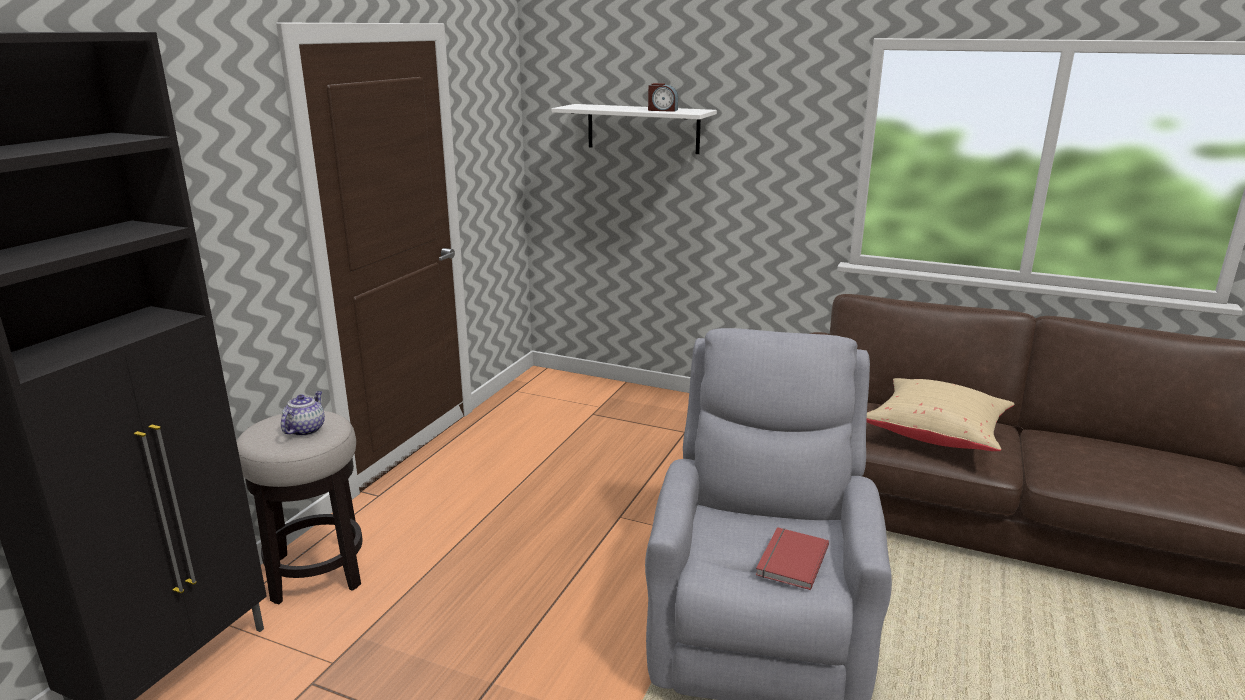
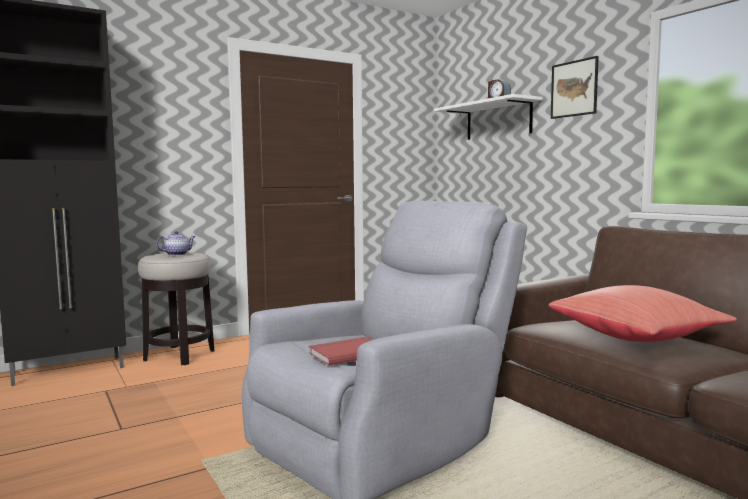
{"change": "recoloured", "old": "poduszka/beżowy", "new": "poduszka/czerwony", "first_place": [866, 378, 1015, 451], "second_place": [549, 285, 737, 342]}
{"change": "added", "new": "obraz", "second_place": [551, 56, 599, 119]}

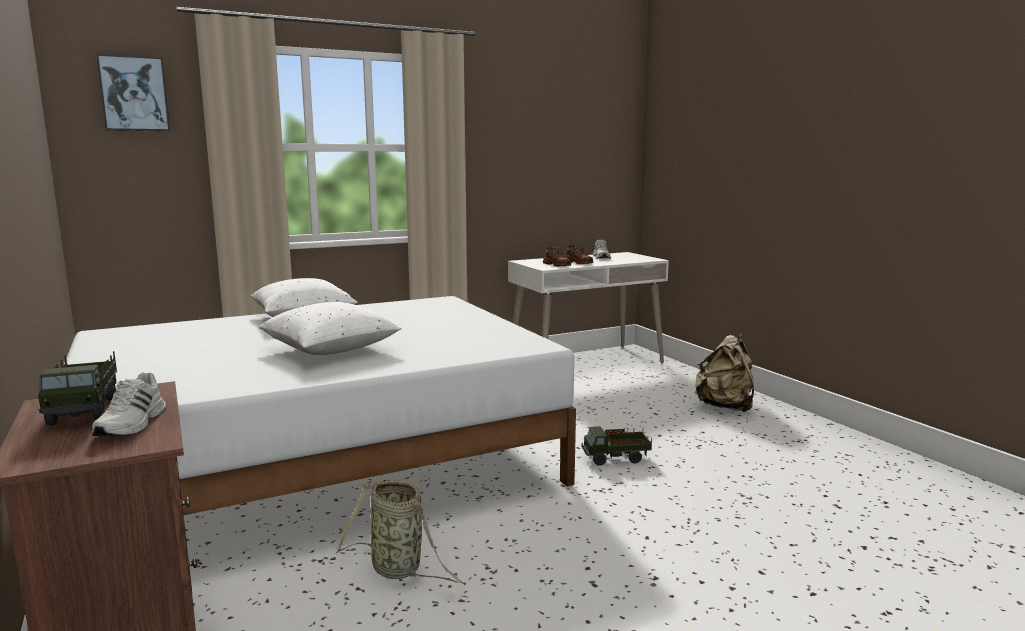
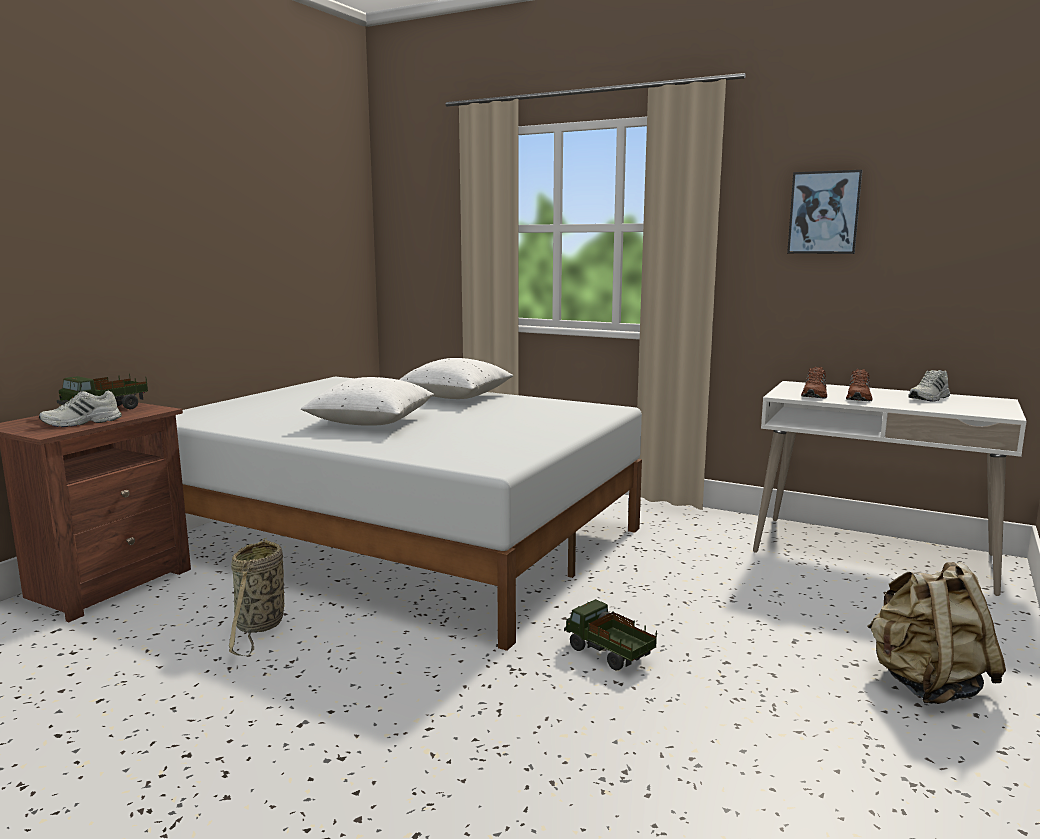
{"change": "moved", "old": "obraz", "first_place": [96, 53, 170, 131], "second_place": [787, 170, 863, 254]}

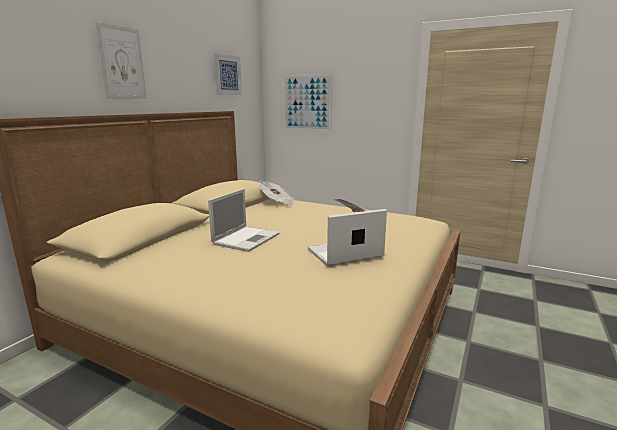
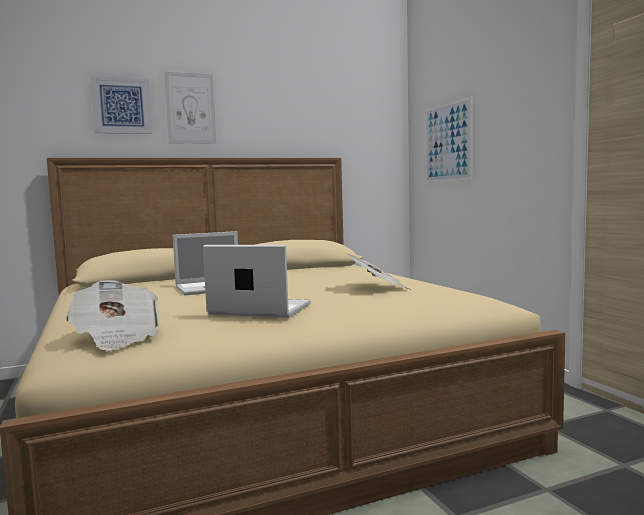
{"change": "moved", "old": "gazeta", "first_place": [259, 181, 295, 206], "second_place": [66, 280, 160, 351]}
{"change": "moved", "old": "obraz", "first_place": [214, 53, 242, 95], "second_place": [90, 76, 152, 134]}

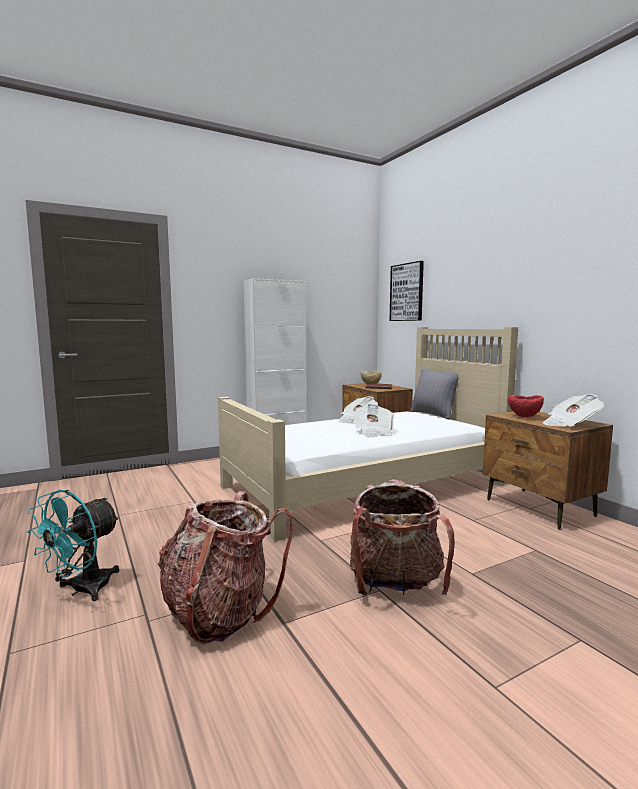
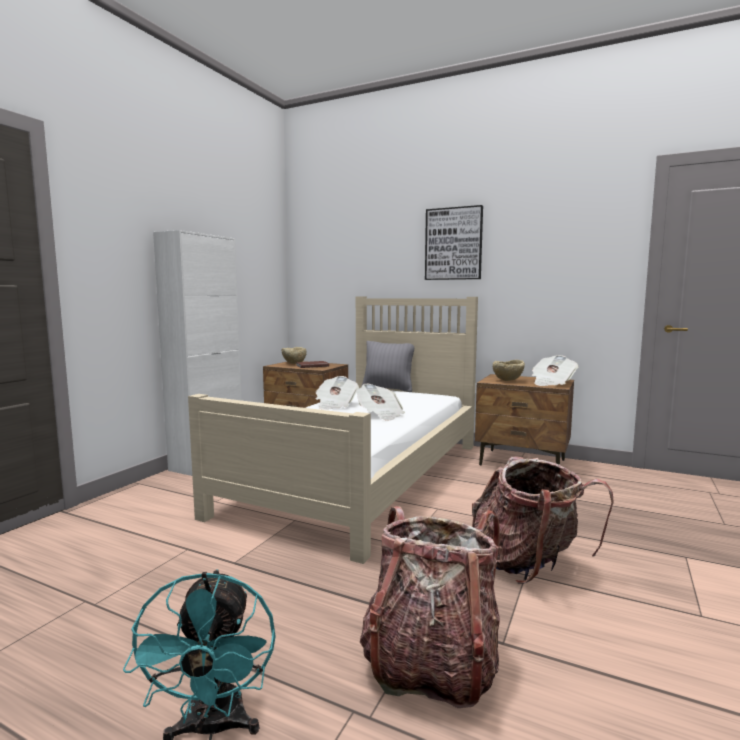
{"change": "moved", "old": "obraz", "first_place": [390, 261, 424, 321], "second_place": [425, 205, 483, 280]}
{"change": "recoloured", "old": "miska/czerwony", "new": "miska/beżowy", "first_place": [508, 395, 544, 417], "second_place": [493, 360, 525, 381]}

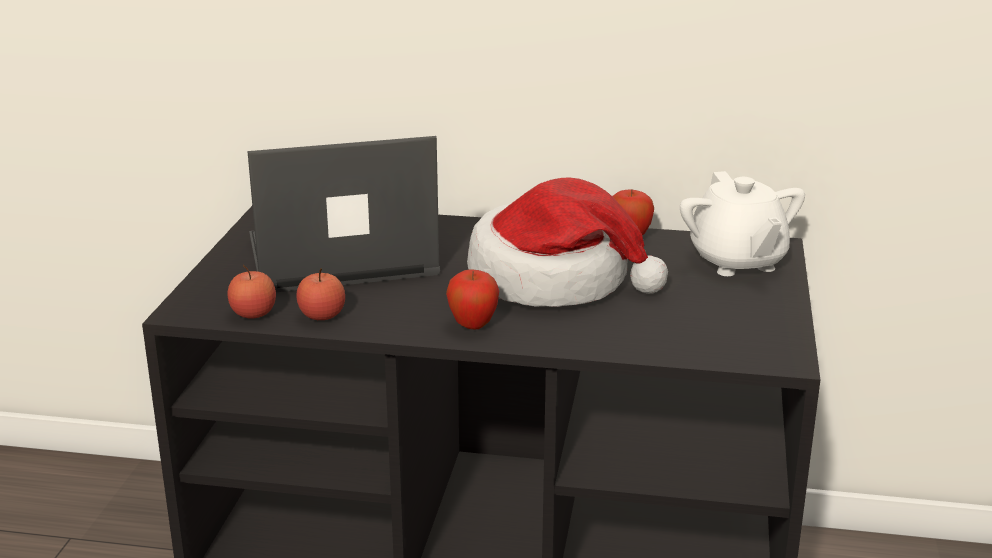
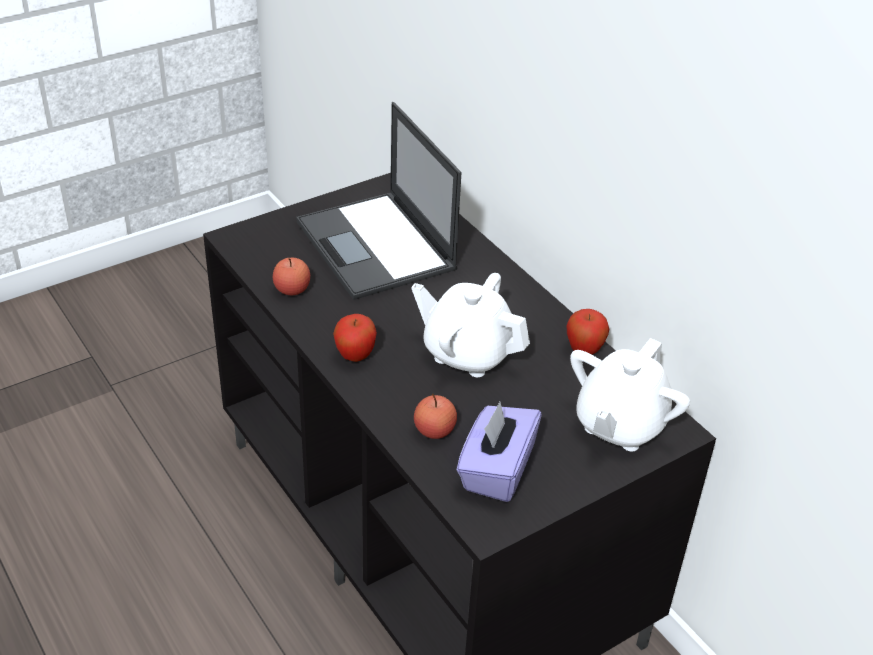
{"change": "turned", "old": "laptop", "first_place": [247, 136, 440, 292], "second_place": [296, 102, 462, 300], "degrees": -150}
{"change": "replaced", "old": "kapelusz", "new": "imbryk/biały", "first_place": [467, 177, 668, 307], "second_place": [411, 273, 530, 377]}
{"change": "moved", "old": "jabłko", "first_place": [228, 265, 276, 318], "second_place": [414, 394, 457, 439]}
{"change": "added", "new": "pudełko chusteczek/fioletowy", "second_place": [457, 402, 542, 502]}

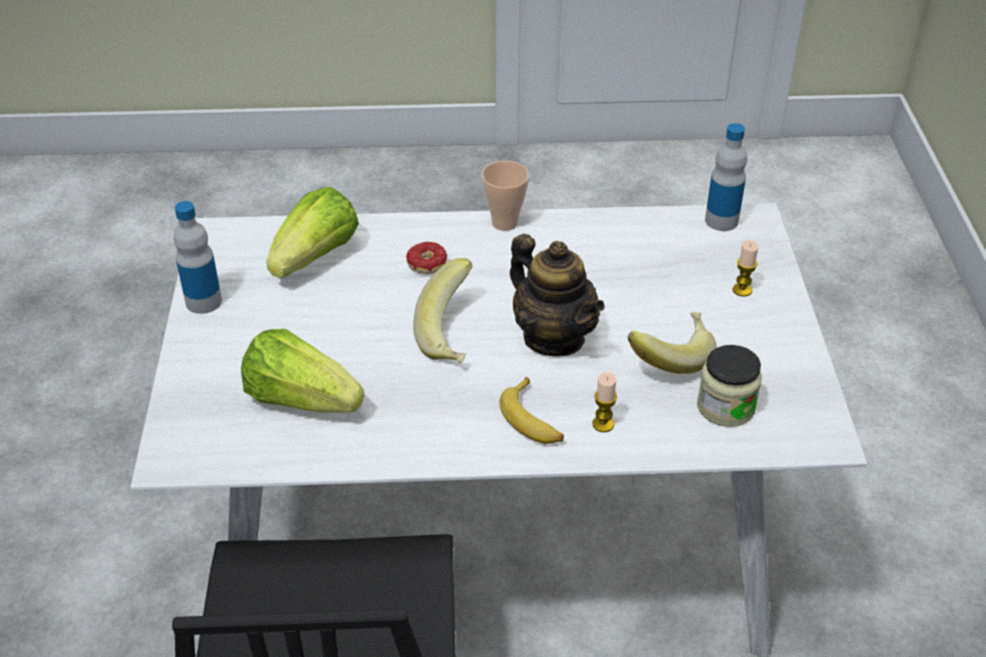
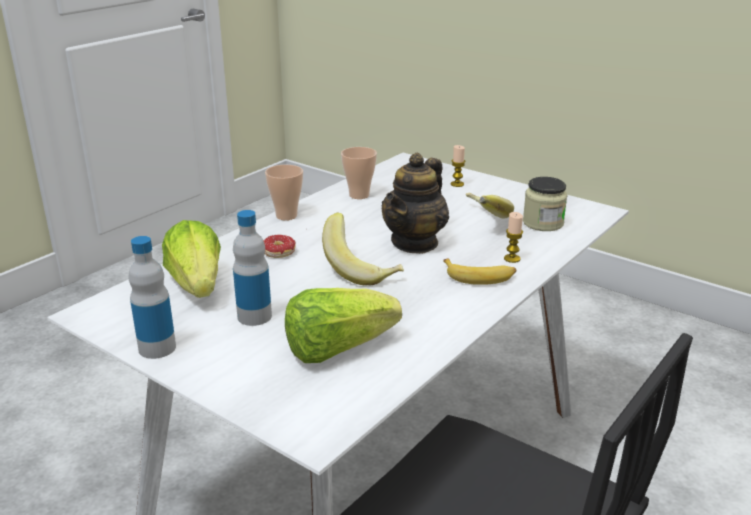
{"change": "moved", "old": "butelka", "first_place": [705, 123, 747, 231], "second_place": [233, 210, 272, 326]}
{"change": "added", "new": "filiżanka", "second_place": [341, 147, 377, 199]}
{"change": "turned", "old": "imbryk", "first_place": [510, 234, 605, 357], "second_place": [381, 153, 449, 254], "degrees": 120}

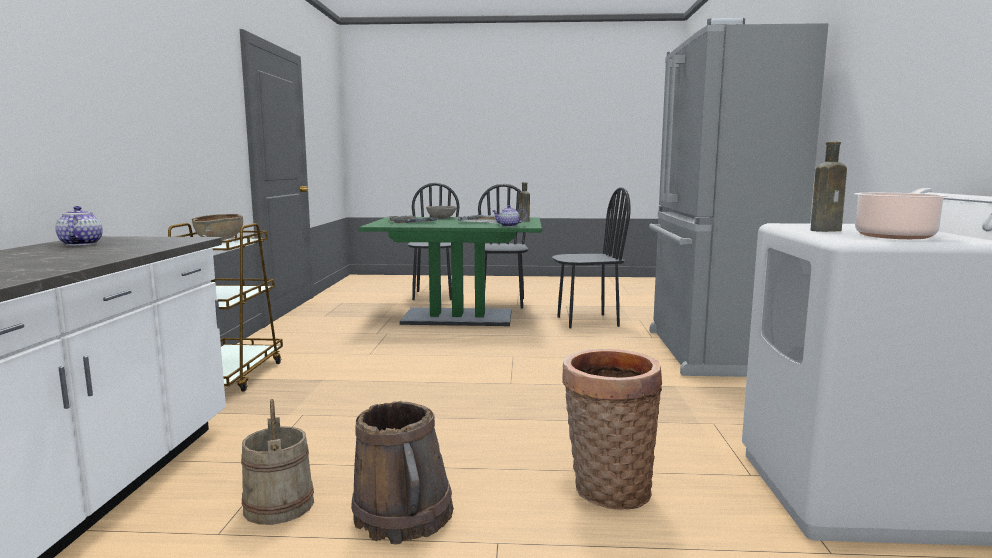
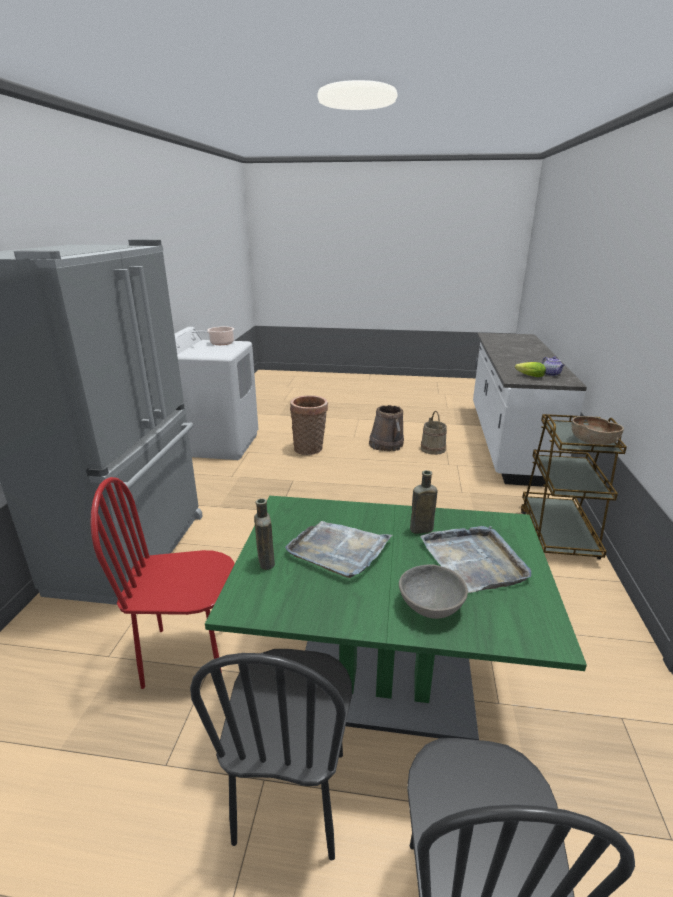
{"change": "recoloured", "old": "krzesło/czarny", "new": "krzesło/czerwony", "first_place": [552, 187, 631, 328], "second_place": [90, 477, 235, 689]}
{"change": "moved", "old": "butelka/brązowy", "first_place": [810, 142, 847, 232], "second_place": [410, 470, 437, 534]}
{"change": "added", "new": "sałata", "second_place": [515, 362, 546, 377]}
{"change": "removed", "old": "imbryk", "first_place": [493, 205, 527, 227]}

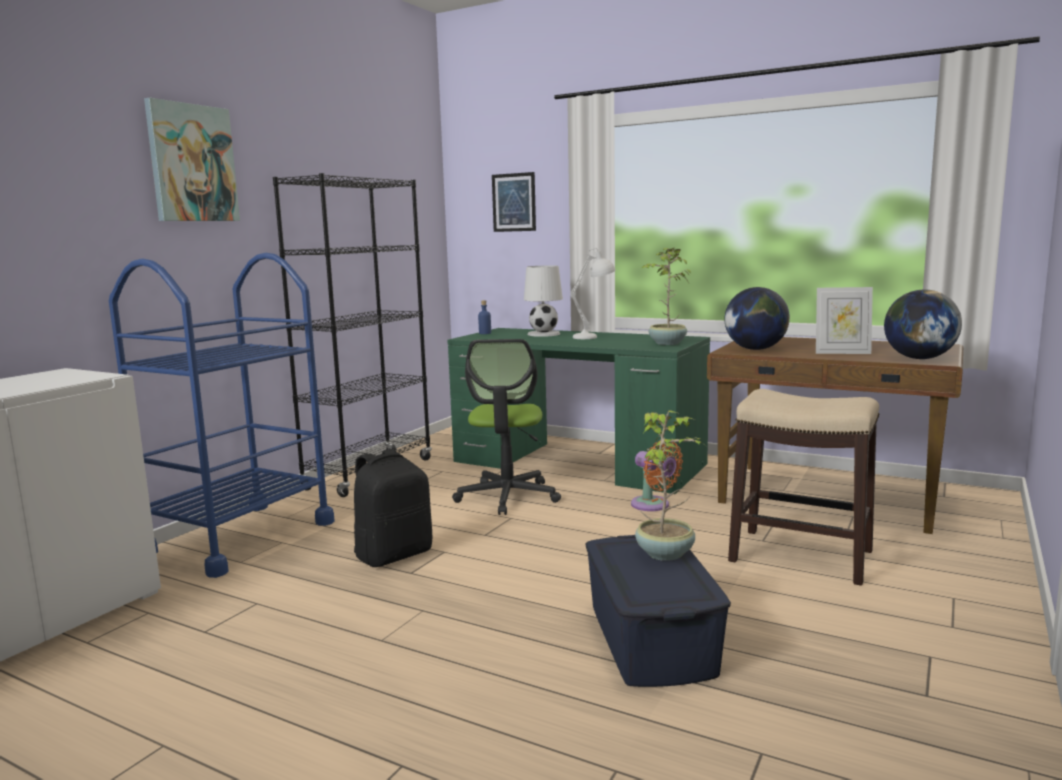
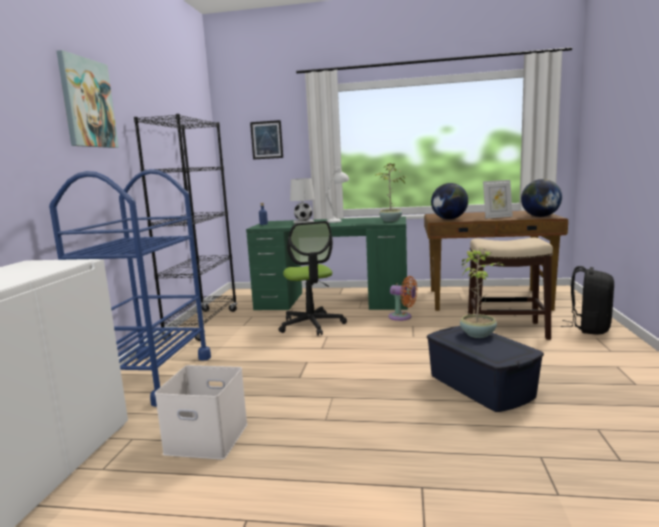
{"change": "added", "new": "pojemnik do przechowywania/biały", "second_place": [155, 365, 248, 460]}
{"change": "moved", "old": "plecak/czarny", "first_place": [354, 449, 432, 567], "second_place": [561, 266, 614, 335]}

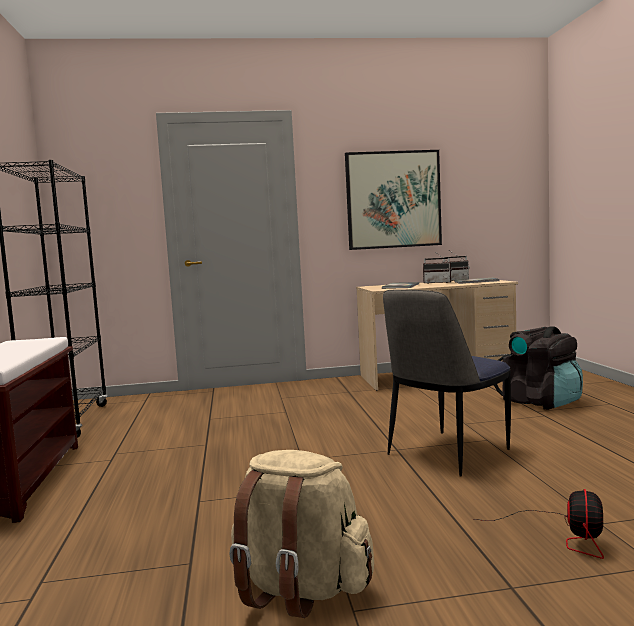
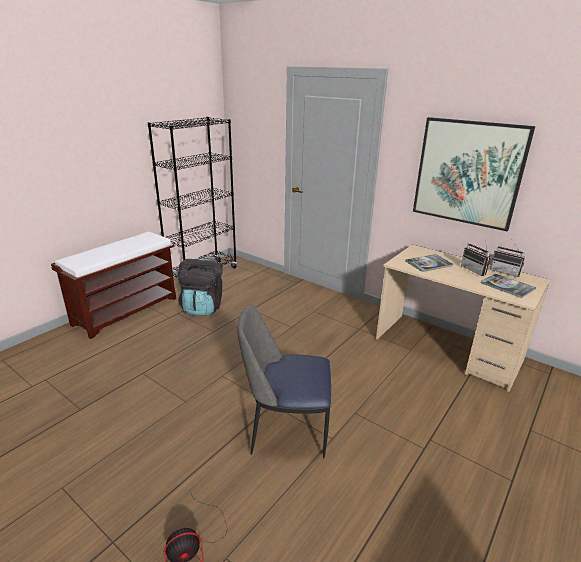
{"change": "moved", "old": "plecak/czarny", "first_place": [494, 326, 583, 410], "second_place": [178, 259, 223, 316]}
{"change": "removed", "old": "plecak/beżowy", "first_place": [229, 450, 374, 618]}

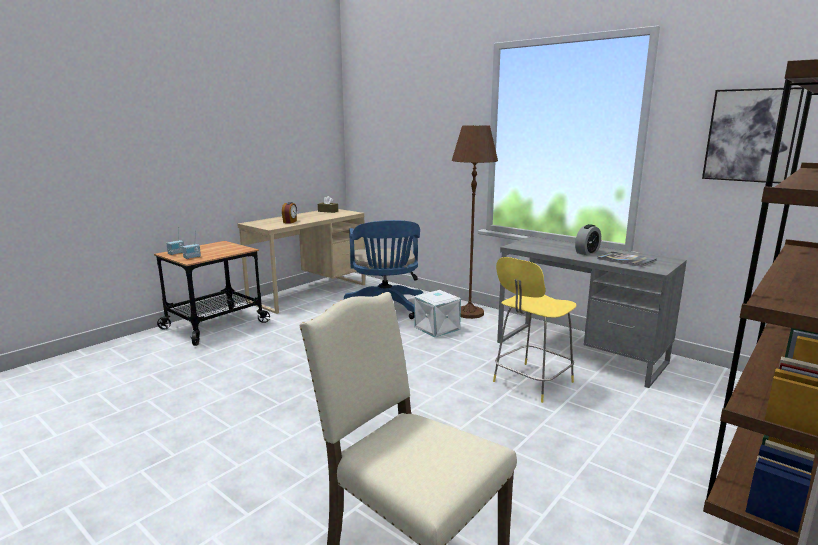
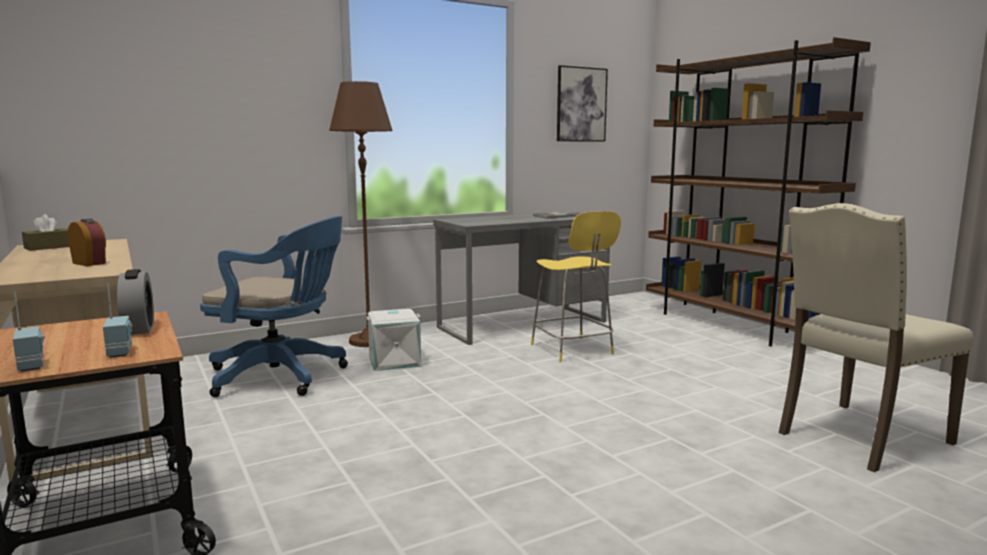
{"change": "moved", "old": "budzik", "first_place": [575, 224, 601, 255], "second_place": [117, 269, 154, 335]}

